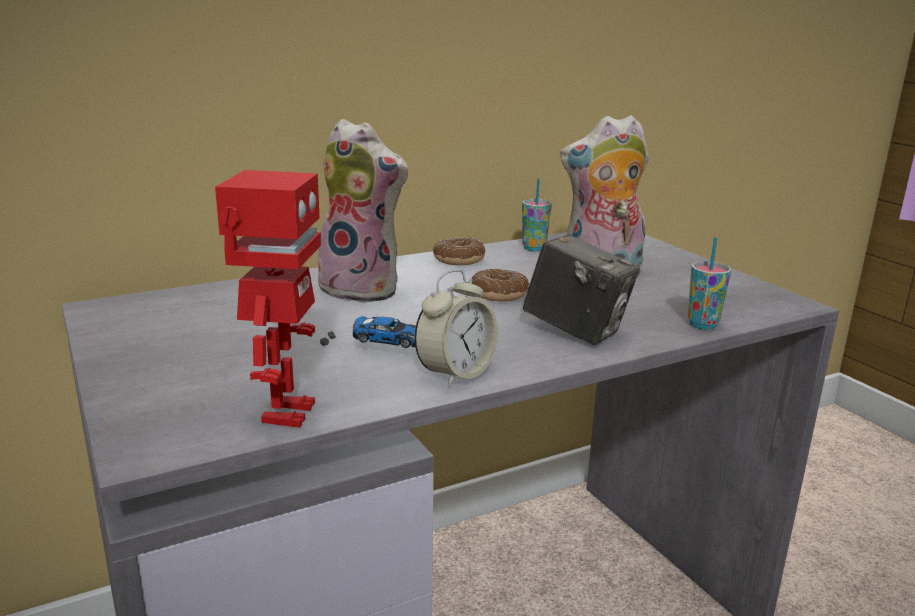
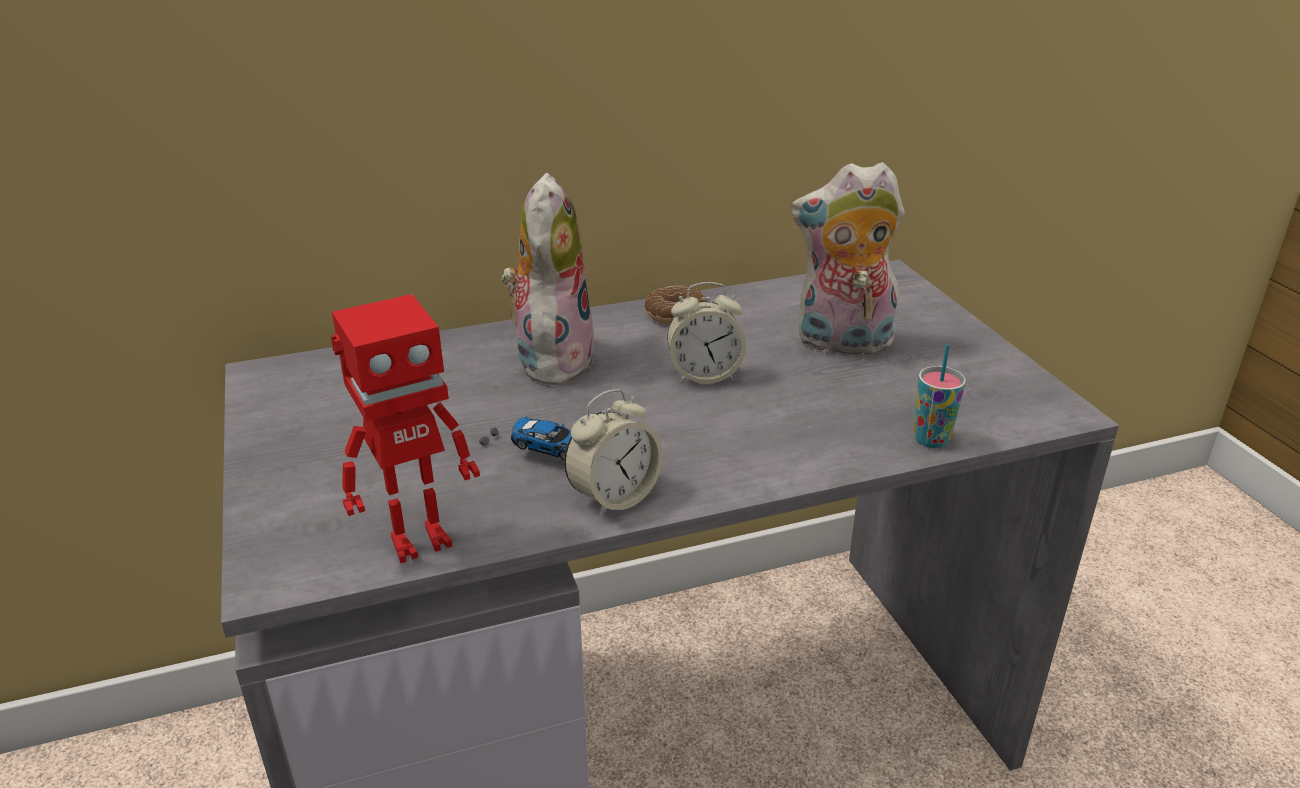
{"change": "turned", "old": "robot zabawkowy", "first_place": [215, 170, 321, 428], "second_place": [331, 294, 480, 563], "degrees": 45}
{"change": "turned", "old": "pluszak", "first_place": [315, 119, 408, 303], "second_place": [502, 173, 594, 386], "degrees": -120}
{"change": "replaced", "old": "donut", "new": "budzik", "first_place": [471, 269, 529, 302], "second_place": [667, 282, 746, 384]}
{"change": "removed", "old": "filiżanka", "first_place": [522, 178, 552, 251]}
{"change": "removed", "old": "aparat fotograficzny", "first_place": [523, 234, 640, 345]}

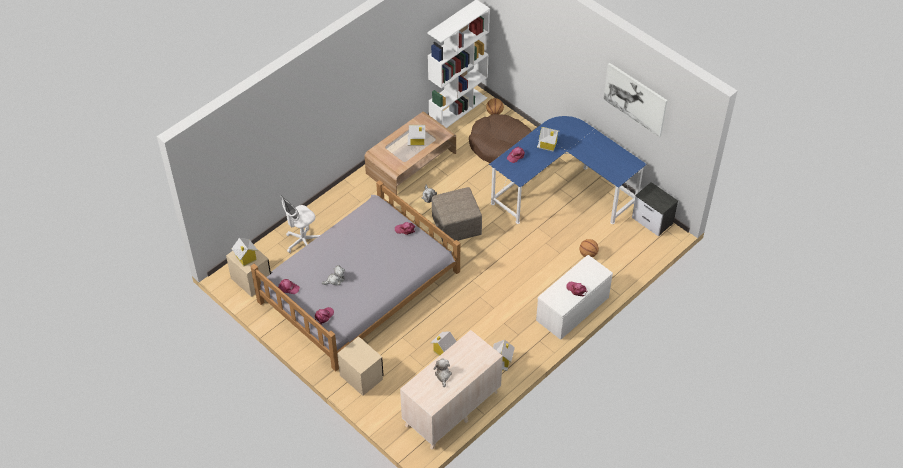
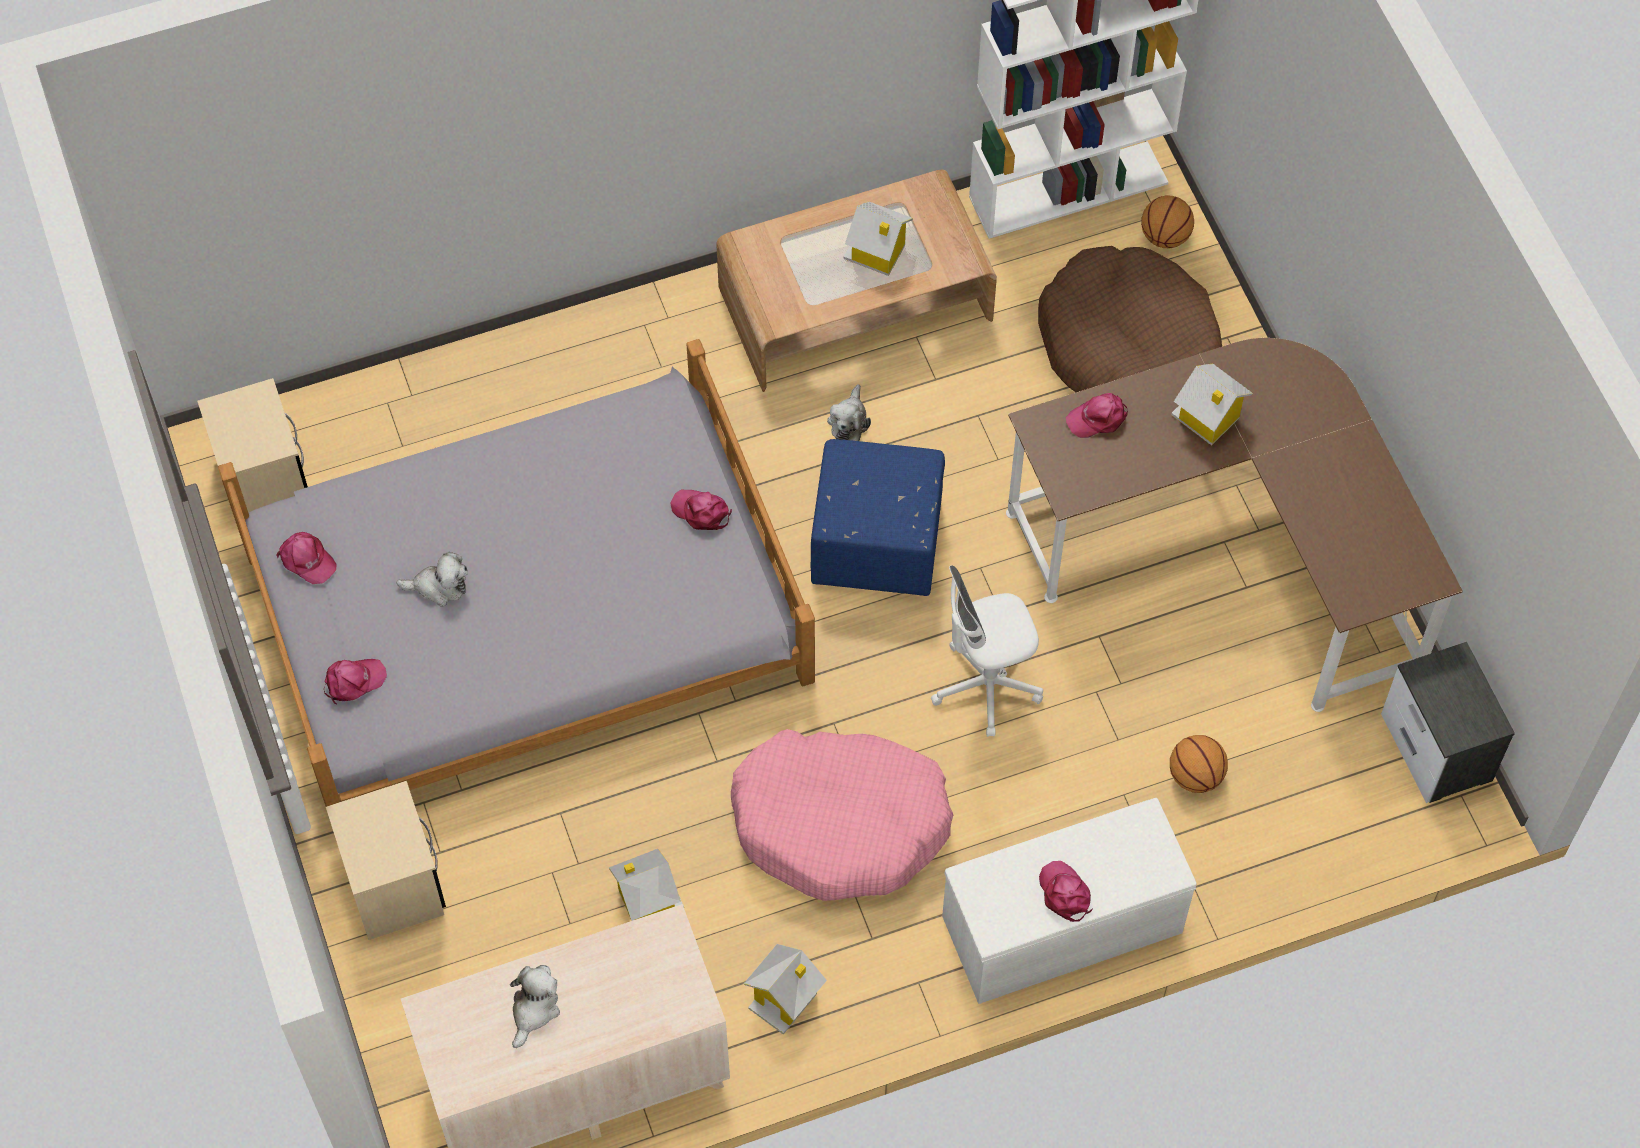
{"change": "added", "new": "legowisko/różowy", "second_place": [731, 729, 953, 901]}
{"change": "recoloured", "old": "pufa/beżowy", "new": "pufa/niebieski", "first_place": [432, 187, 482, 243], "second_place": [811, 439, 945, 596]}
{"change": "moved", "old": "krzesło biurowe/biały", "first_place": [280, 195, 320, 253], "second_place": [931, 565, 1043, 737]}
{"change": "recoloured", "old": "biurko/niebieski", "new": "biurko/brązowy", "first_place": [489, 116, 647, 224], "second_place": [1006, 338, 1463, 712]}
{"change": "removed", "old": "domek", "first_place": [232, 238, 258, 266]}
{"change": "removed", "old": "obraz", "first_place": [603, 63, 668, 137]}

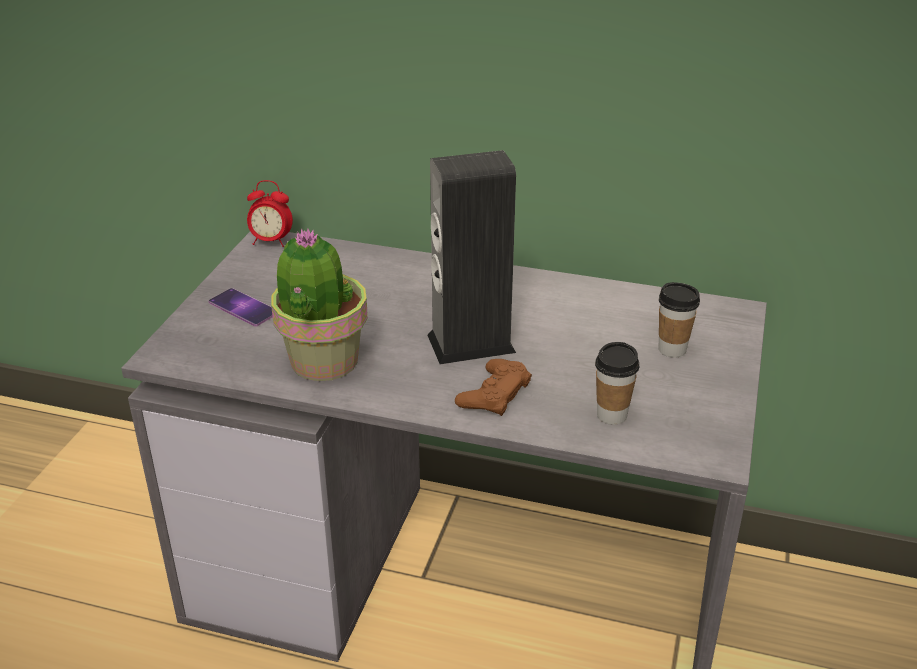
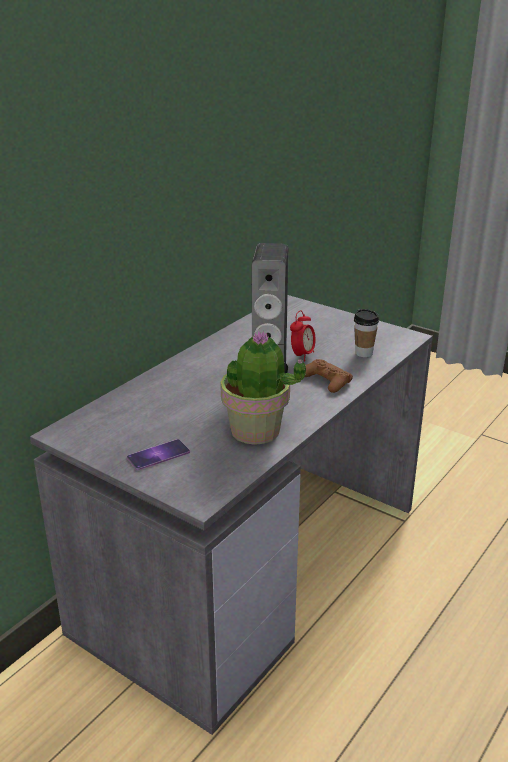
{"change": "moved", "old": "budzik", "first_place": [247, 180, 293, 247], "second_place": [290, 310, 316, 361]}
{"change": "removed", "old": "filiżanka", "first_place": [658, 282, 700, 358]}

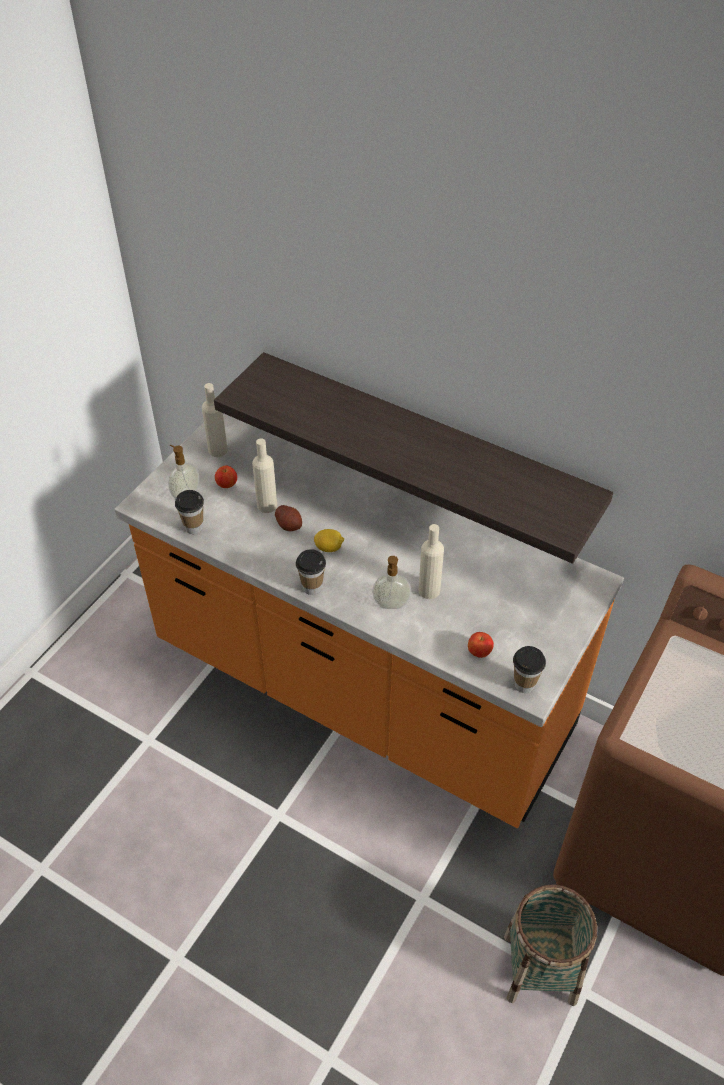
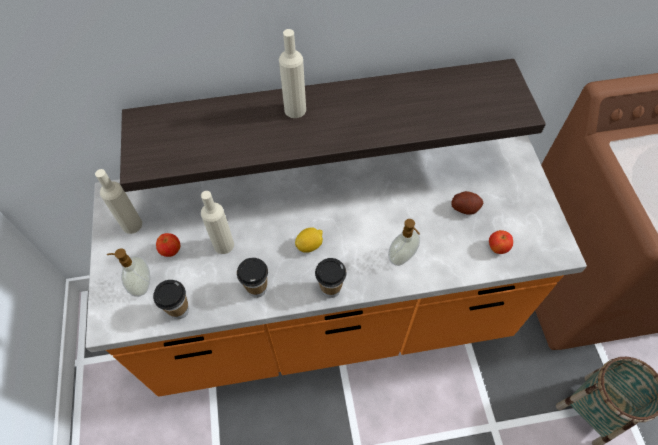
{"change": "moved", "old": "filiżanka", "first_place": [513, 646, 546, 693], "second_place": [237, 258, 268, 298]}
{"change": "moved", "old": "butelka/beżowy", "first_place": [419, 524, 444, 599], "second_place": [279, 29, 306, 118]}
{"change": "moved", "old": "ziemniak", "first_place": [275, 505, 302, 531], "second_place": [451, 191, 483, 215]}

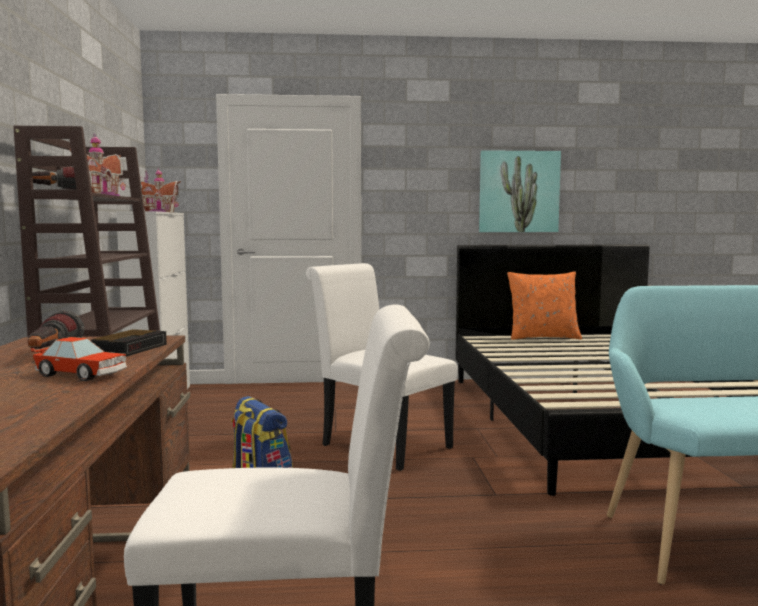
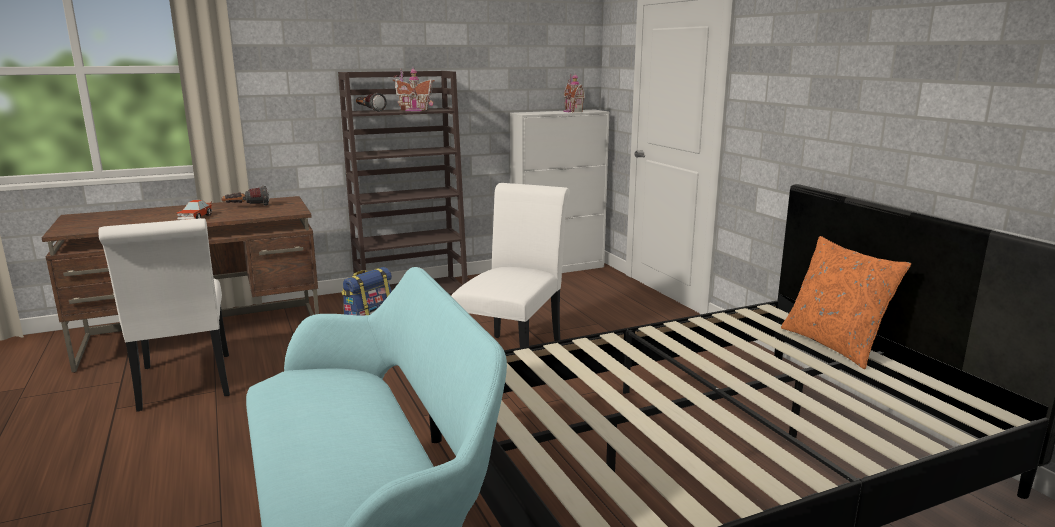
{"change": "removed", "old": "budzik", "first_place": [90, 329, 167, 357]}
{"change": "removed", "old": "obraz", "first_place": [479, 150, 561, 232]}

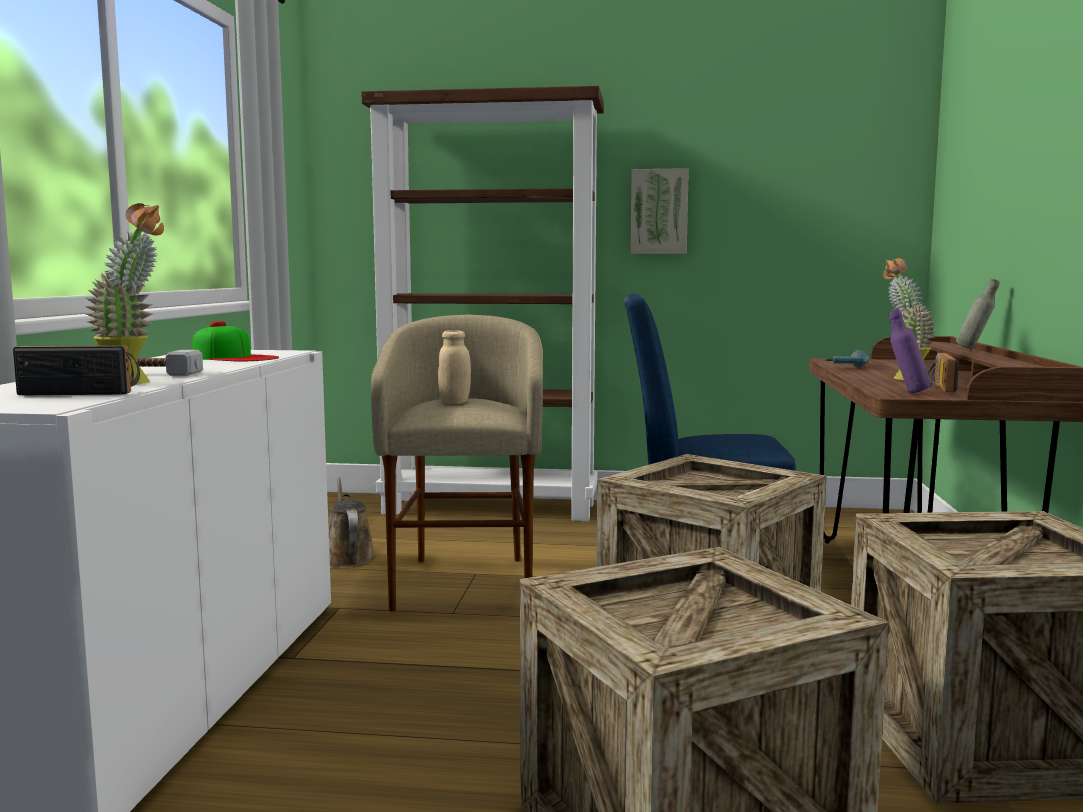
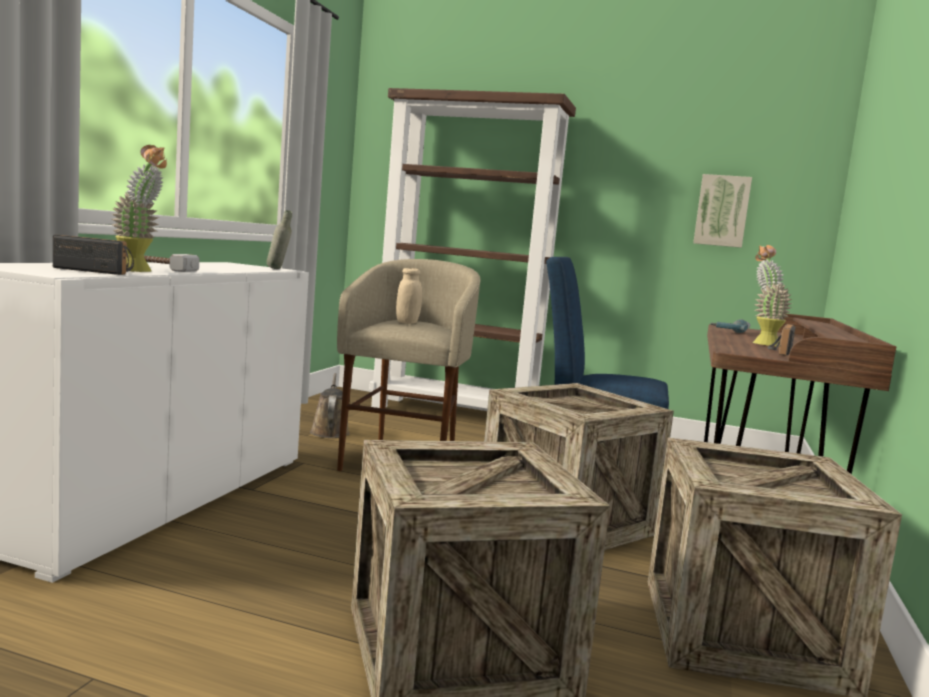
{"change": "moved", "old": "butelka/szary", "first_place": [956, 279, 1000, 349], "second_place": [266, 210, 292, 269]}
{"change": "moved", "old": "obraz", "first_place": [630, 168, 689, 254], "second_place": [693, 174, 752, 248]}
{"change": "removed", "old": "czapka z daszkiem", "first_place": [192, 321, 279, 362]}
{"change": "removed", "old": "butelka/fioletowy", "first_place": [889, 309, 930, 393]}

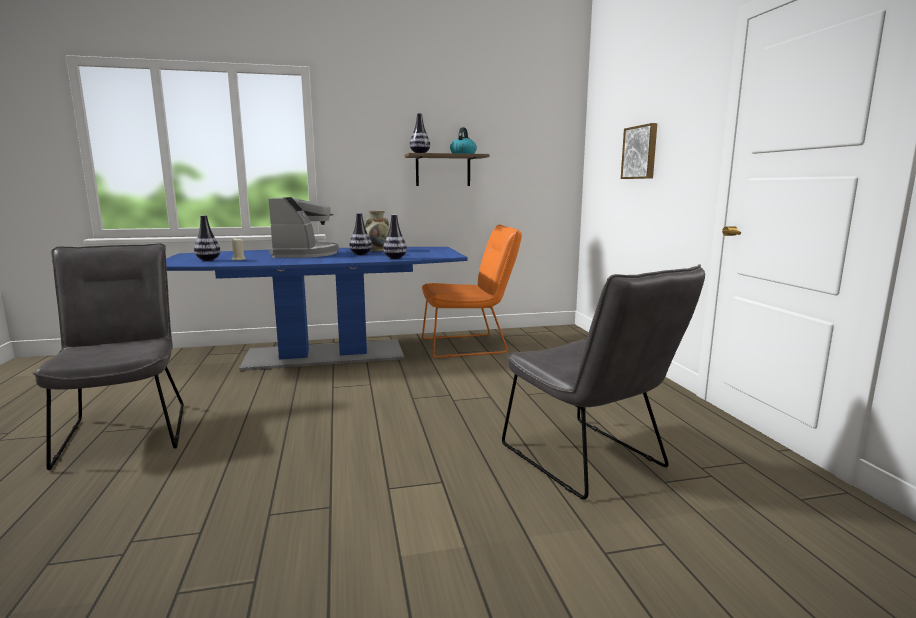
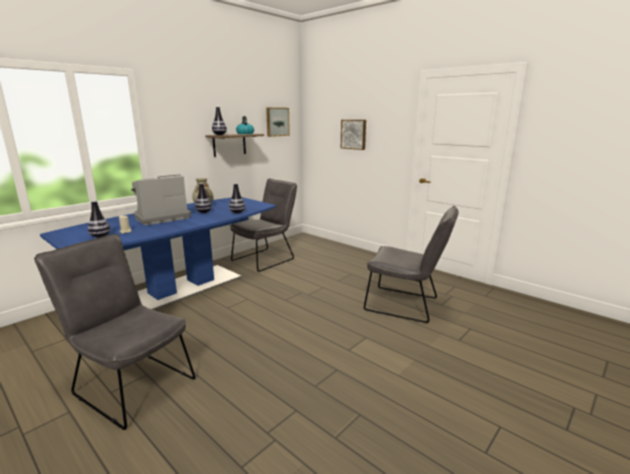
{"change": "turned", "old": "ekspres do kawy", "first_place": [268, 197, 339, 258], "second_place": [131, 175, 191, 225], "degrees": -90}
{"change": "recoloured", "old": "krzesło/pomarańczowy", "new": "krzesło/szary", "first_place": [422, 225, 522, 358], "second_place": [230, 179, 297, 272]}
{"change": "added", "new": "obraz", "second_place": [266, 108, 290, 137]}

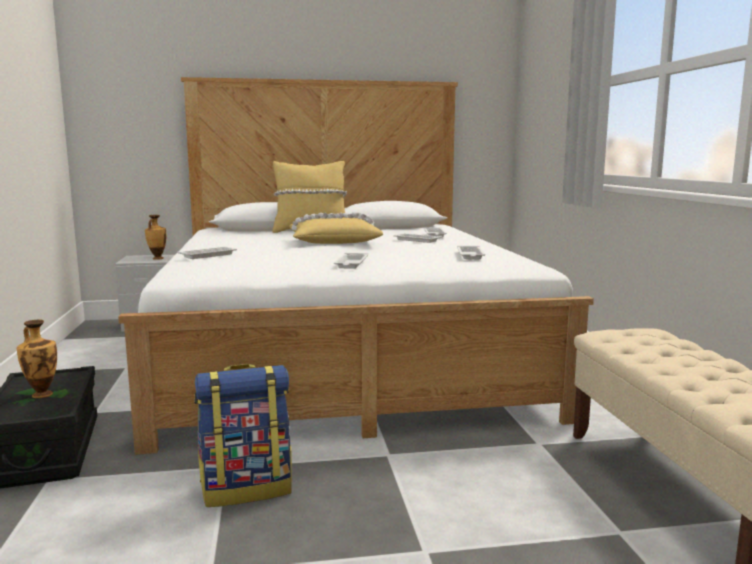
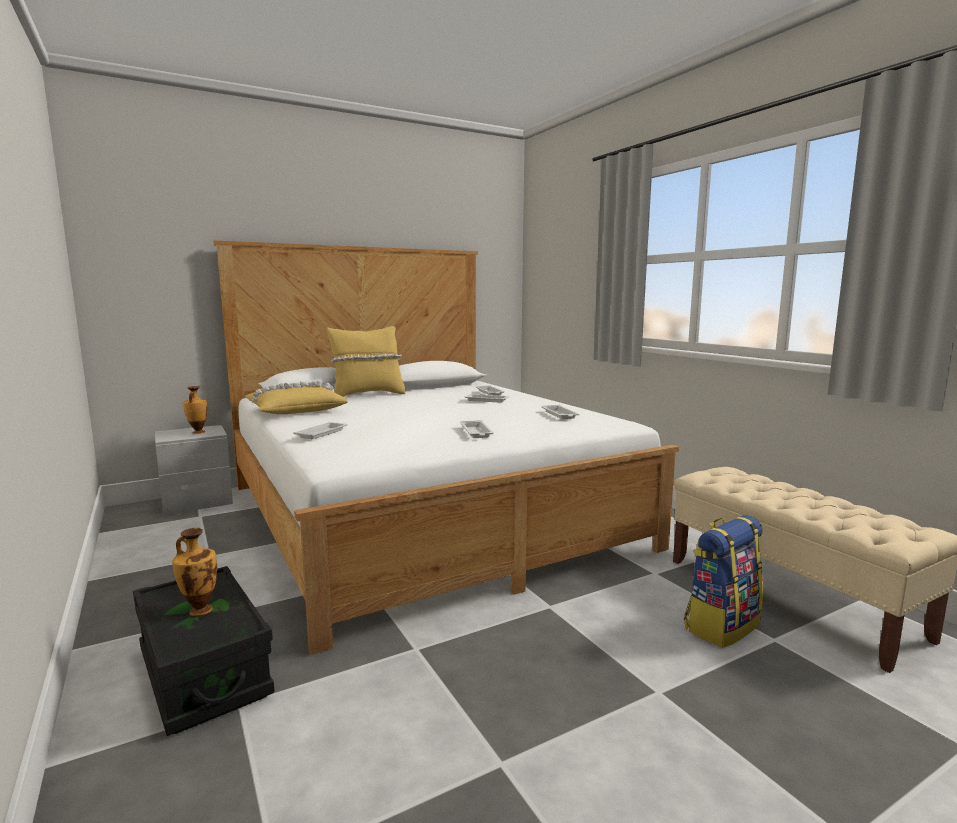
{"change": "moved", "old": "poduszka/żółty", "first_place": [289, 212, 383, 244], "second_place": [245, 380, 348, 414]}
{"change": "moved", "old": "plecak", "first_place": [194, 364, 292, 507], "second_place": [684, 515, 763, 648]}

